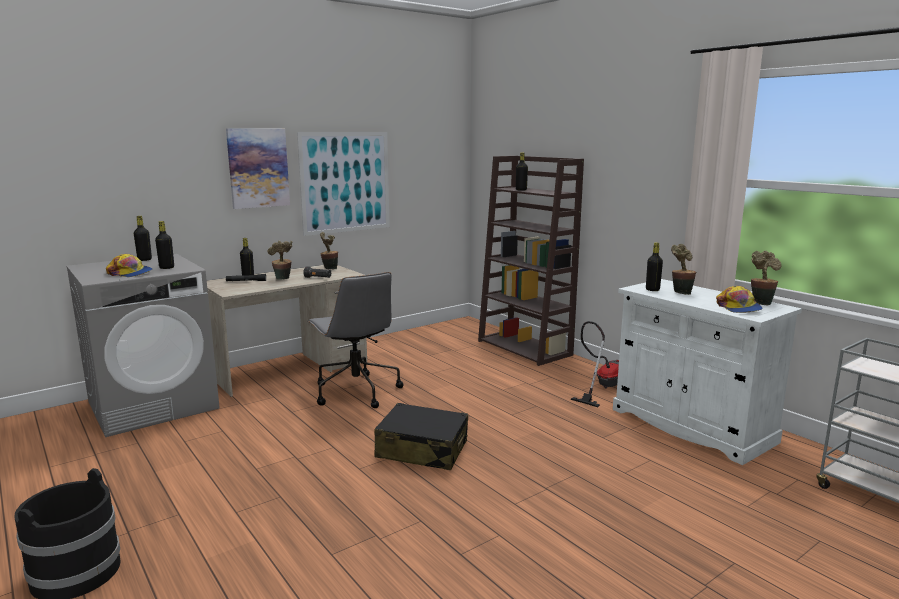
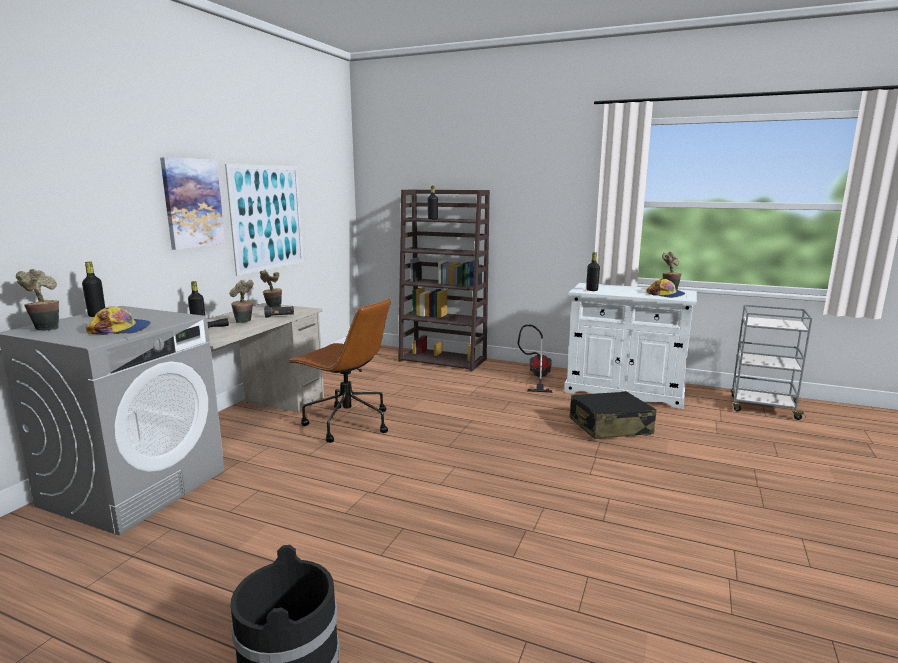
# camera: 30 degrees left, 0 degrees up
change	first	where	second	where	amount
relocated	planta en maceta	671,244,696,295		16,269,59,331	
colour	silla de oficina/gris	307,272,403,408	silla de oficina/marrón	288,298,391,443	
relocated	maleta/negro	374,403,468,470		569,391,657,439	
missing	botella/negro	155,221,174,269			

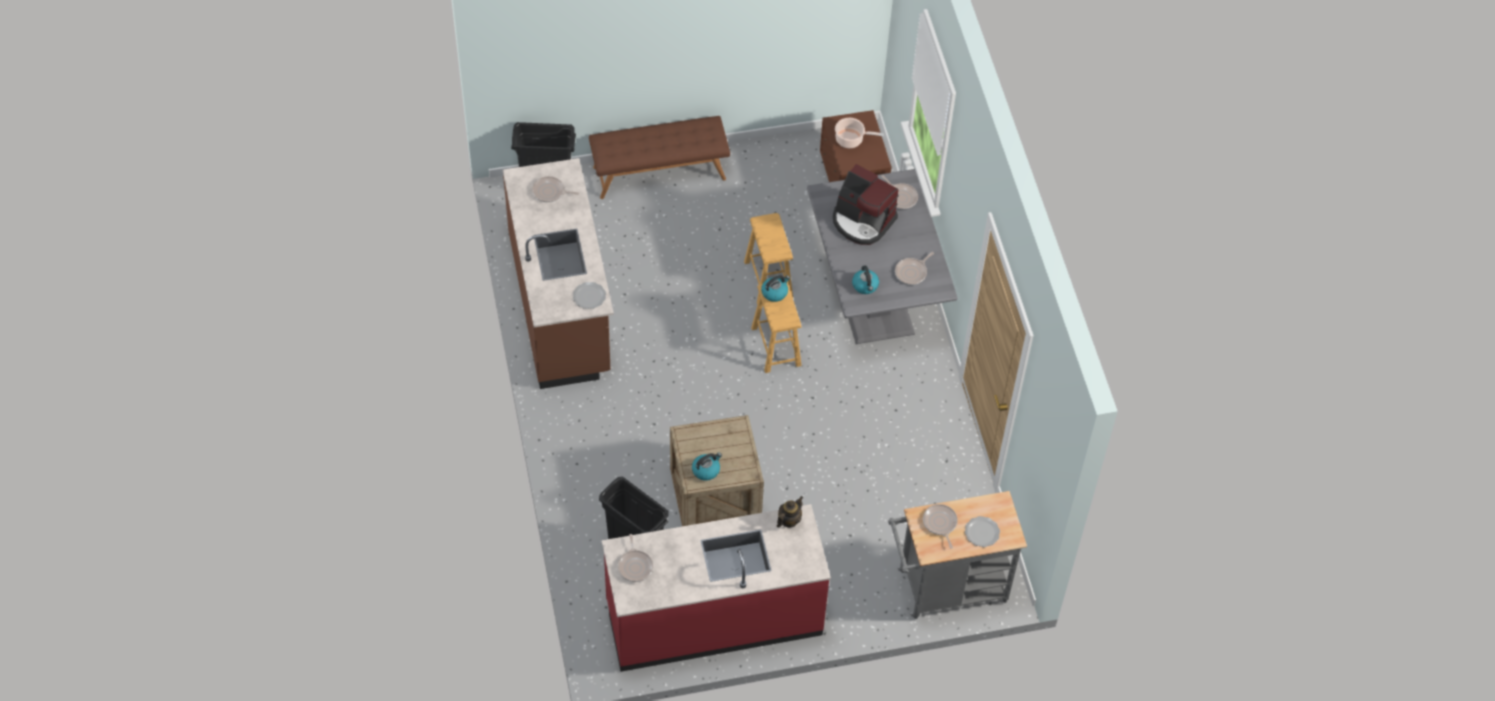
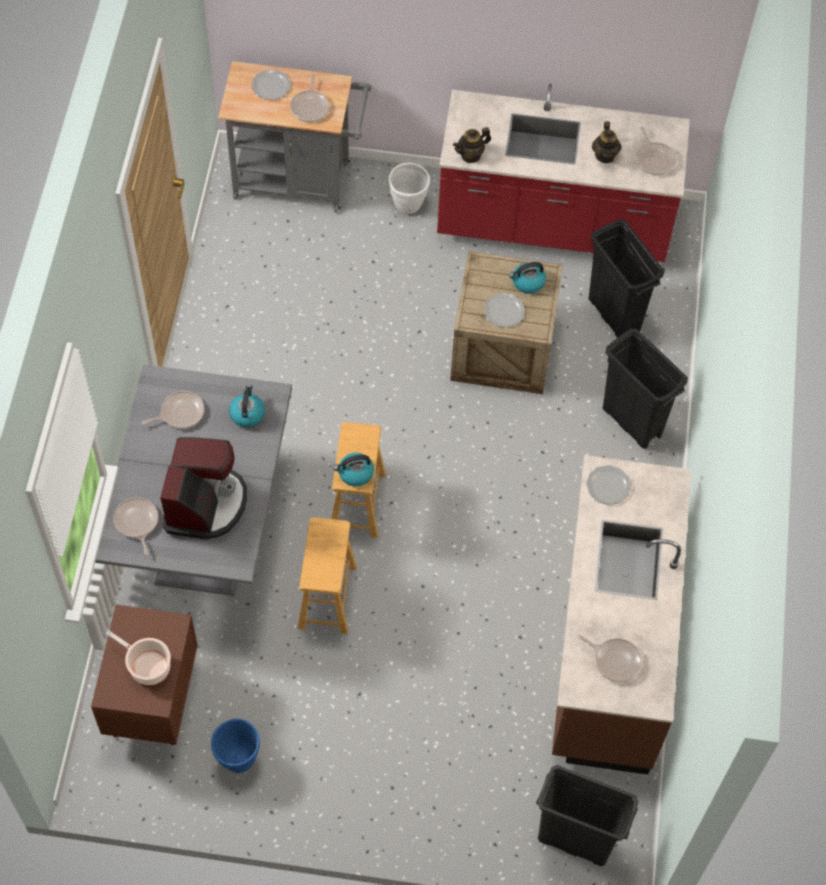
# camera: 160 degrees left, 5 degrees up
change	first	where	second	where	amount
spun	cafetera	833,164,899,245		160,437,247,539	45 degrees clockwise
appeared			maceta/azul	211,719,260,773	
appeared			maceta/blanco	389,163,430,214	
appeared			plato	484,293,525,328	
appeared			tetera	592,121,622,163	
appeared			papelera/negro	603,329,688,449	
spun	sartén	618,534,653,582		637,127,676,175	150 degrees clockwise
missing	banco/marrón	589,116,730,199			

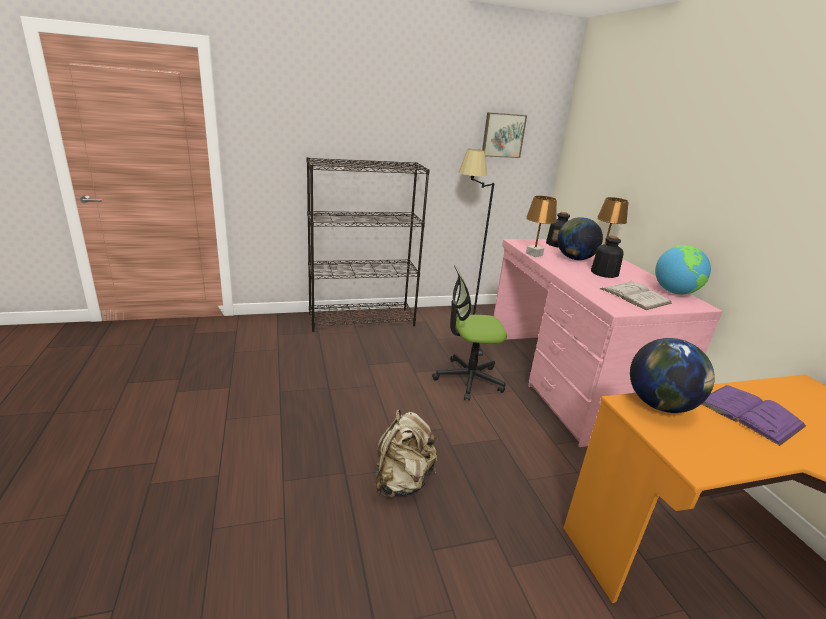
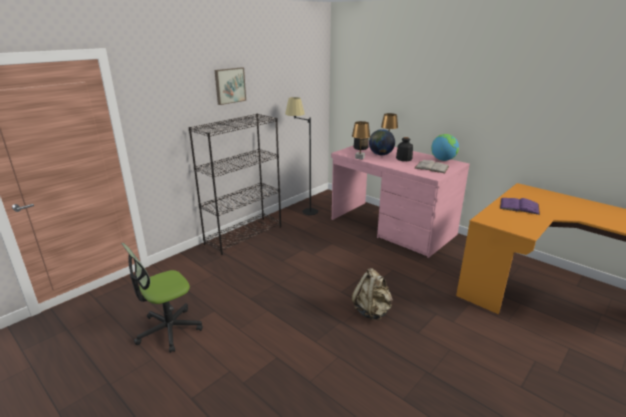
# camera: 30 degrees left, 0 degrees up
change	first	where	second	where	amount
relocated	silla de oficina	432,265,507,401		121,243,203,353	
relocated	cuadro	482,112,527,158		215,67,246,105	
missing	globo terráqueo	630,338,715,413			

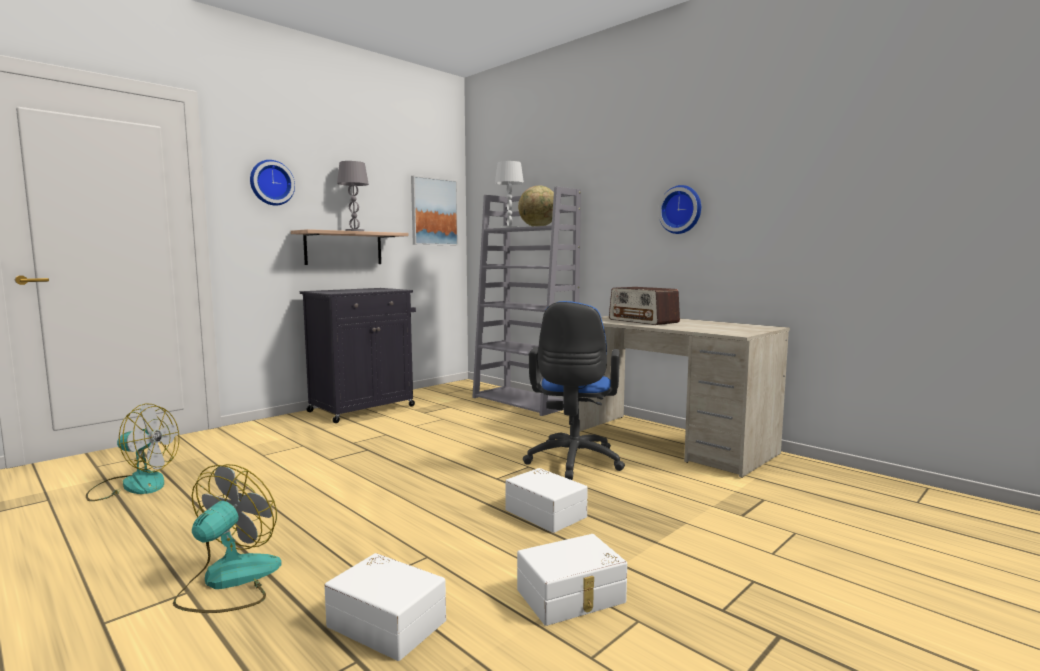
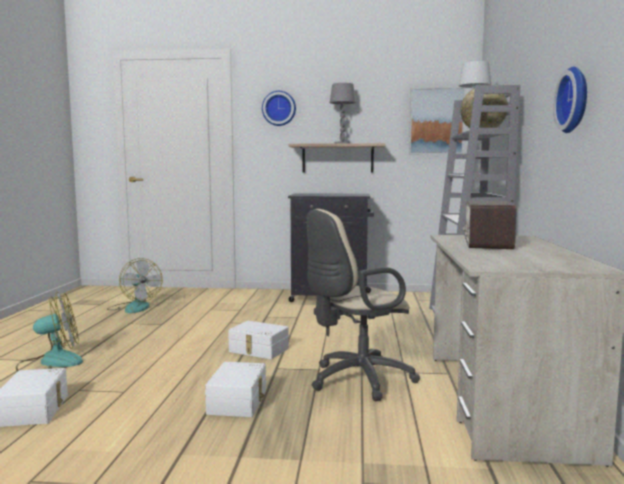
# camera: 50 degrees right, 0 degrees up
change	first	where	second	where	amount
relocated	caja de almacenaje/blanco	517,534,627,626		228,321,289,359	
colour	silla de oficina/azul	523,301,625,480	silla de oficina/beis	307,209,420,401	

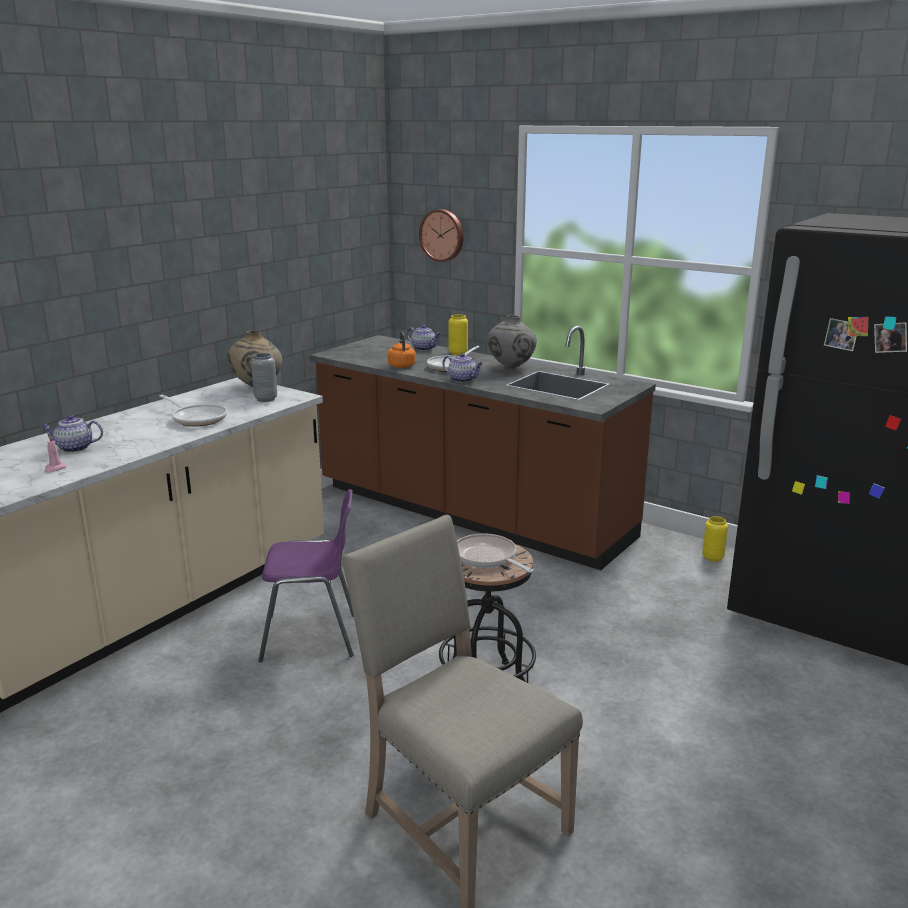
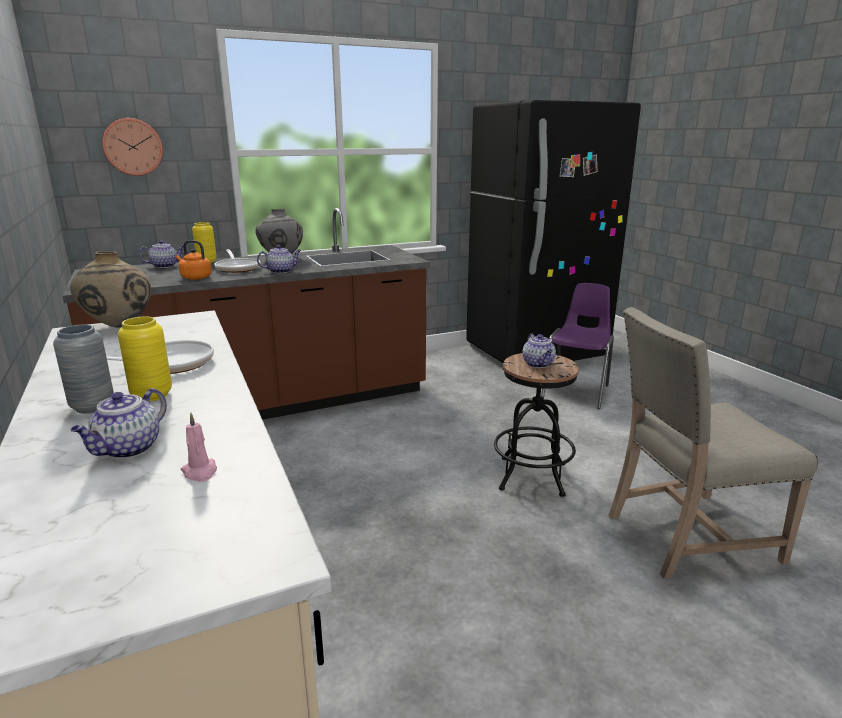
# camera: 60 degrees left, 0 degrees up
change	first	where	second	where	amount
relocated	florero/gris	251,353,277,402		53,325,114,413	
relocated	florero/amarillo	702,516,728,562		118,317,172,401	
exchanged	sartén	457,534,534,573	tetera	522,334,556,368	
relocated	silla/morado	258,489,354,662		541,283,614,409	

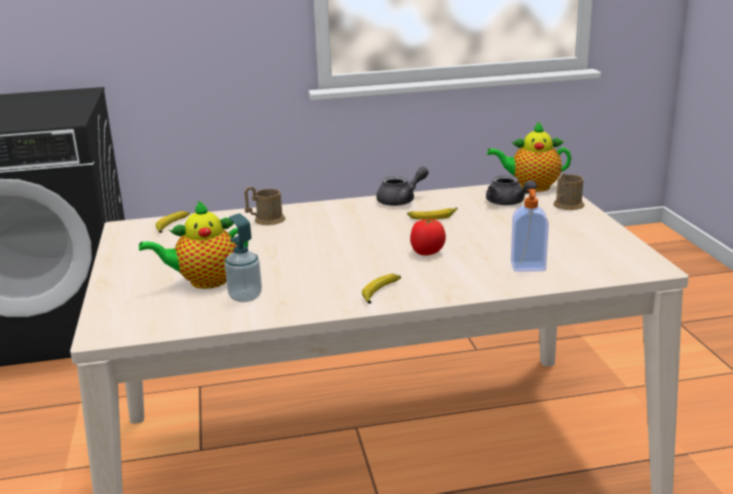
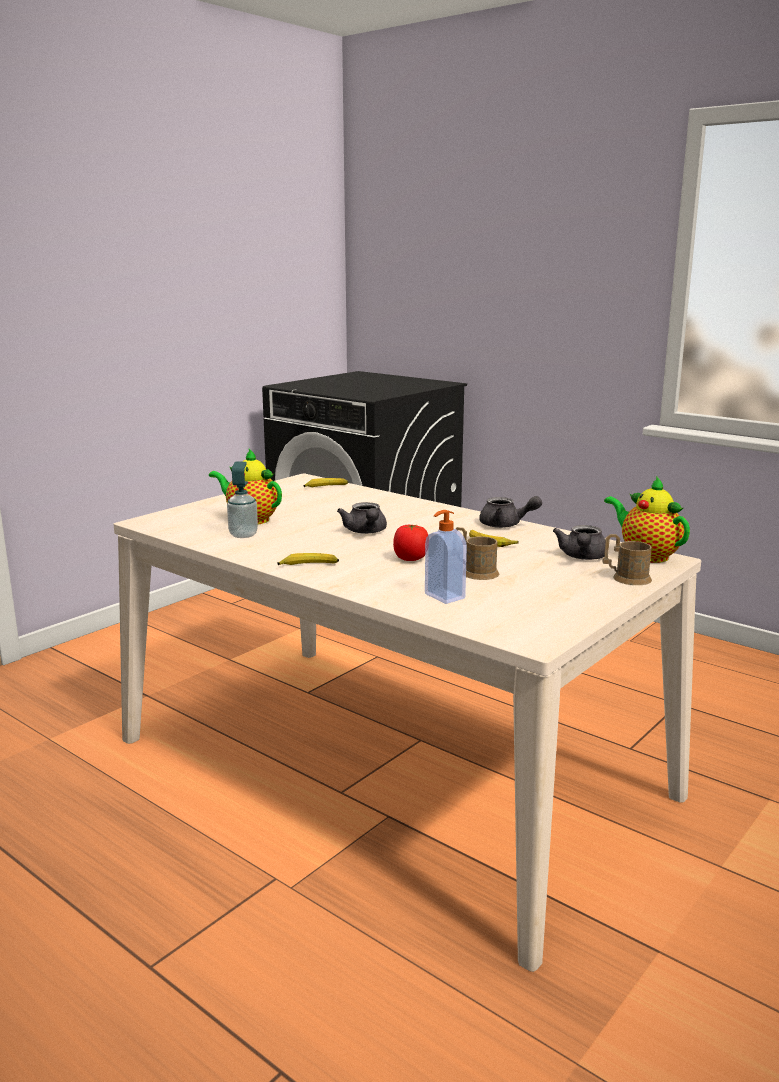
# camera: 50 degrees right, 5 degrees down
change	first	where	second	where	amount
appeared			tetera/gris	337,502,387,534	
relocated	taza grande/marrón	244,187,285,225		456,527,499,580	

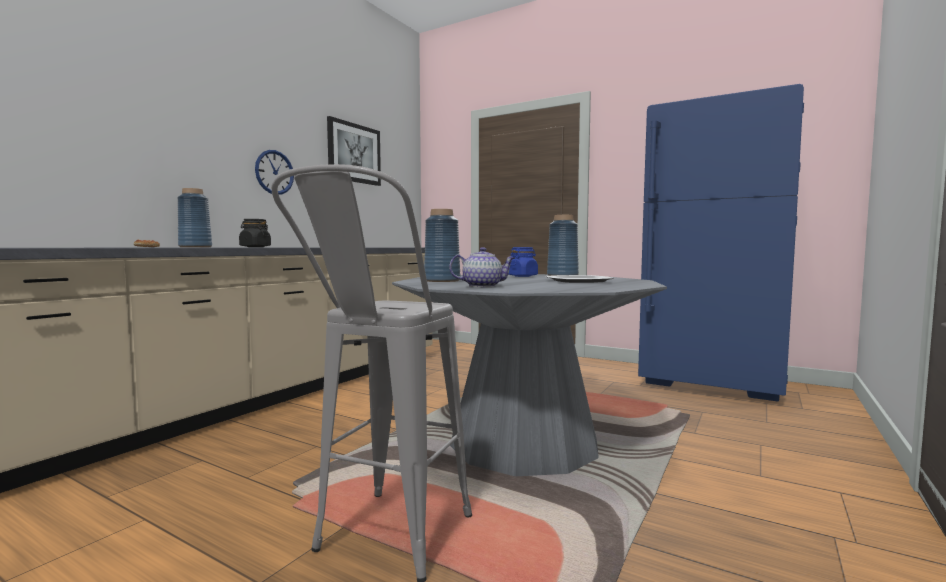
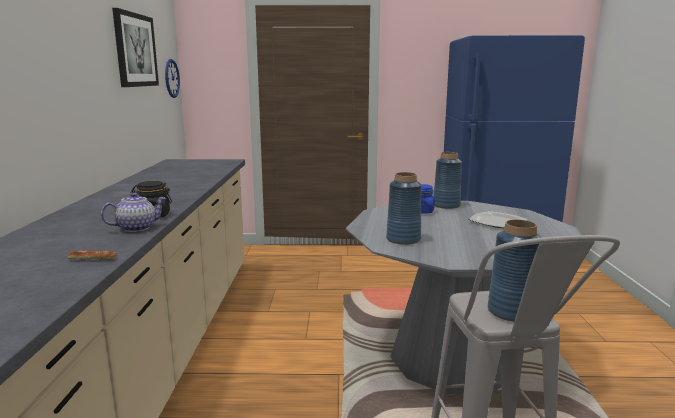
# camera: 30 degrees left, 10 degrees up
change	first	where	second	where	amount
relocated	tetera	449,247,515,287		101,192,166,232	
relocated	reloj de pared	255,150,294,195		165,59,180,98	
relocated	florero/azul	177,188,212,247		488,220,542,322	

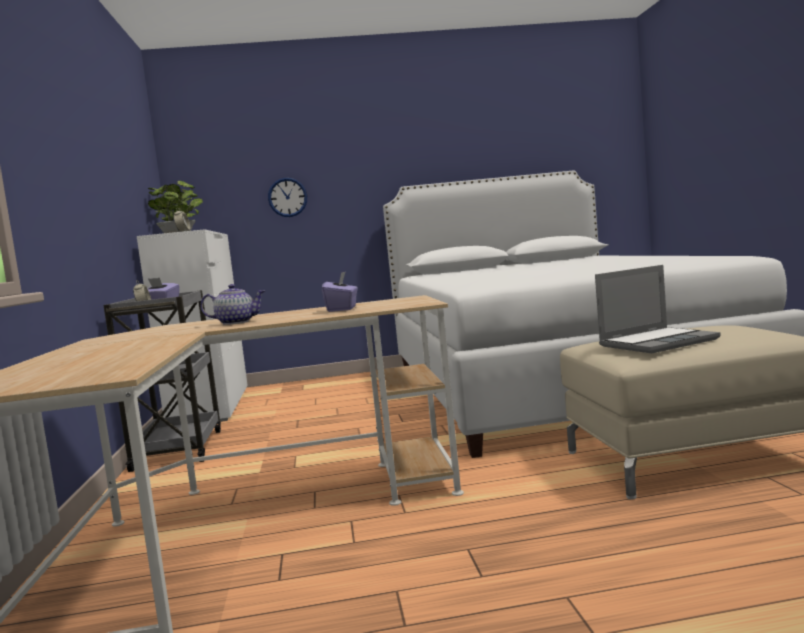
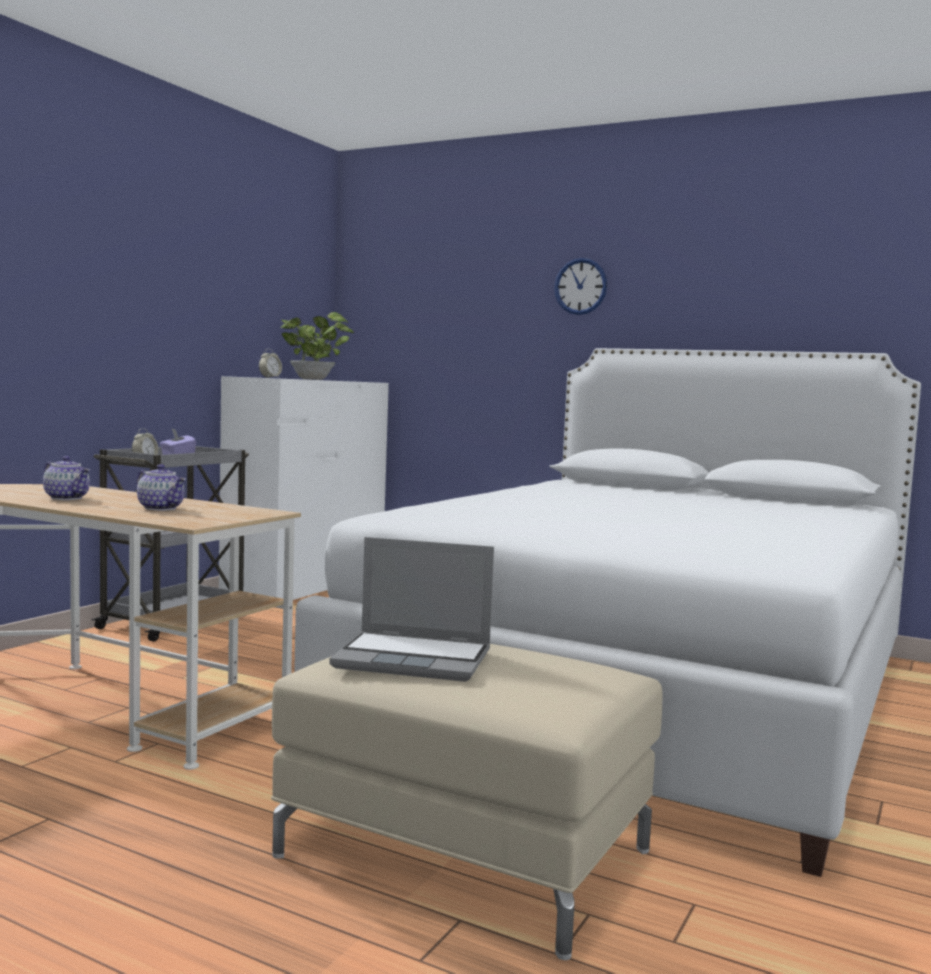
# camera: 35 degrees right, 0 degrees up
change	first	where	second	where	amount
exchanged	caja de pañuelos/morado	322,271,358,312	tetera	136,464,186,511	
relocated	reloj de pared	268,178,307,217		554,258,607,315	

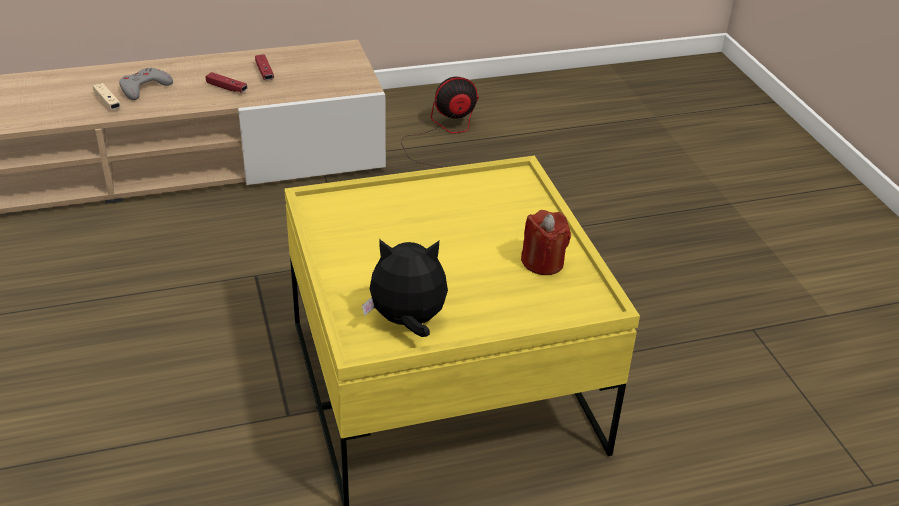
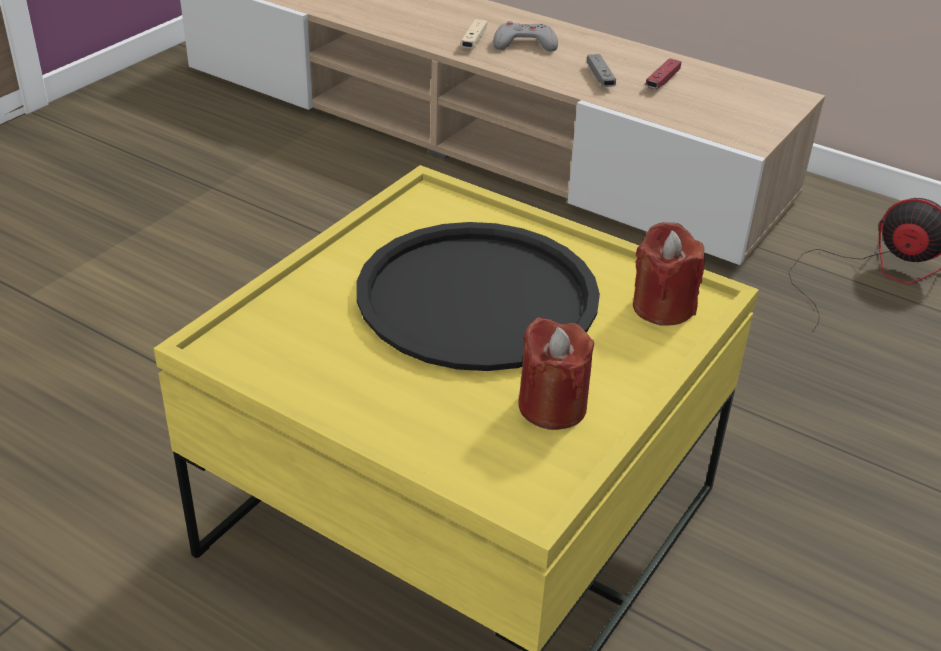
# camera: 50 degrees right, 0 degrees up
change	first	where	second	where	amount
appeared			bandeja/negro	356,222,600,371	
colour	mando de consola/rojo	205,72,247,93	mando de consola/gris	587,54,616,87	
appeared			vela/rojo	633,222,705,326	
missing	peluche	362,239,448,337			

